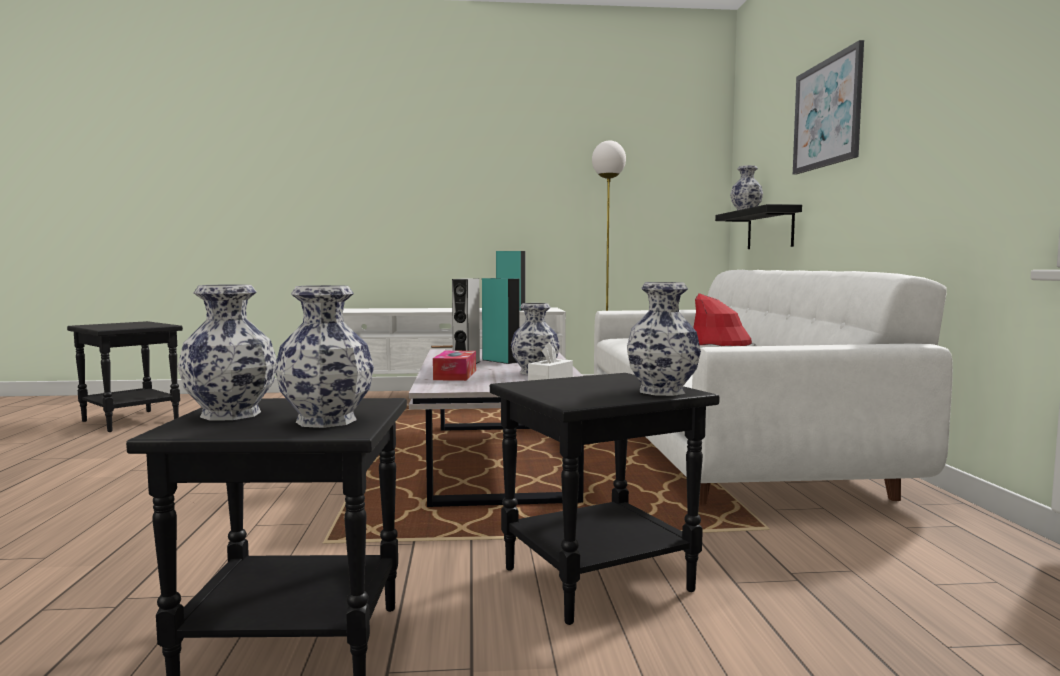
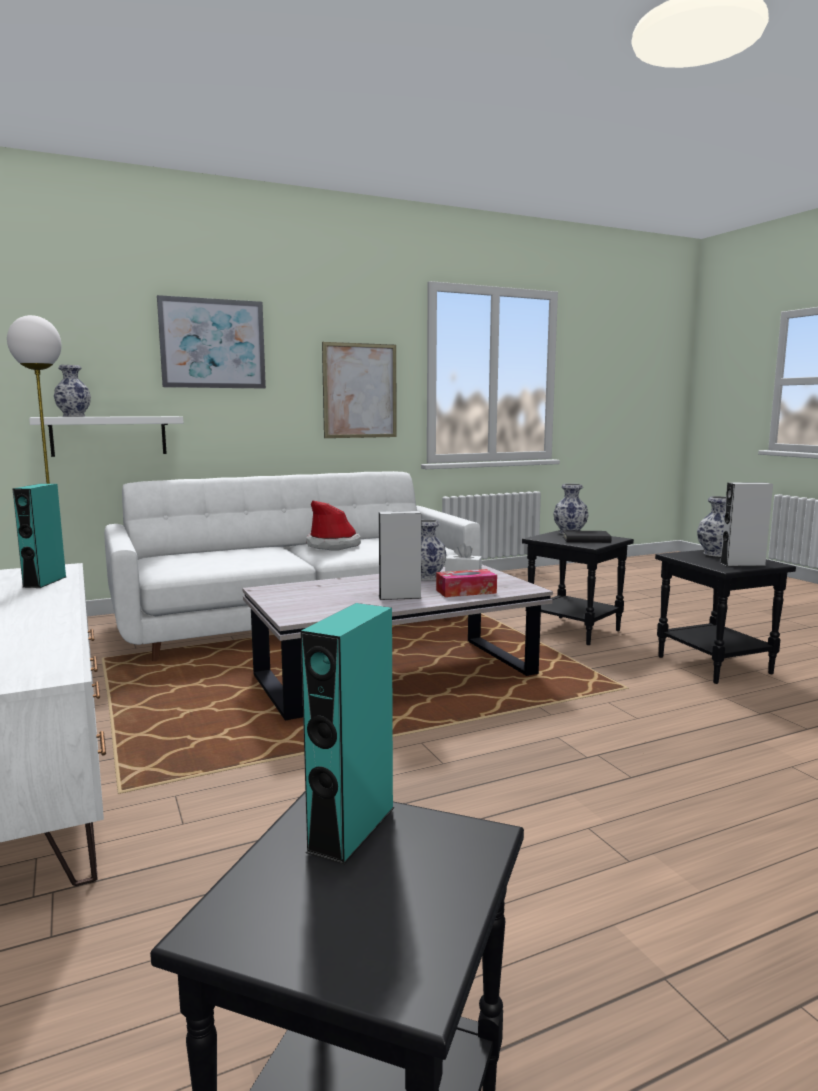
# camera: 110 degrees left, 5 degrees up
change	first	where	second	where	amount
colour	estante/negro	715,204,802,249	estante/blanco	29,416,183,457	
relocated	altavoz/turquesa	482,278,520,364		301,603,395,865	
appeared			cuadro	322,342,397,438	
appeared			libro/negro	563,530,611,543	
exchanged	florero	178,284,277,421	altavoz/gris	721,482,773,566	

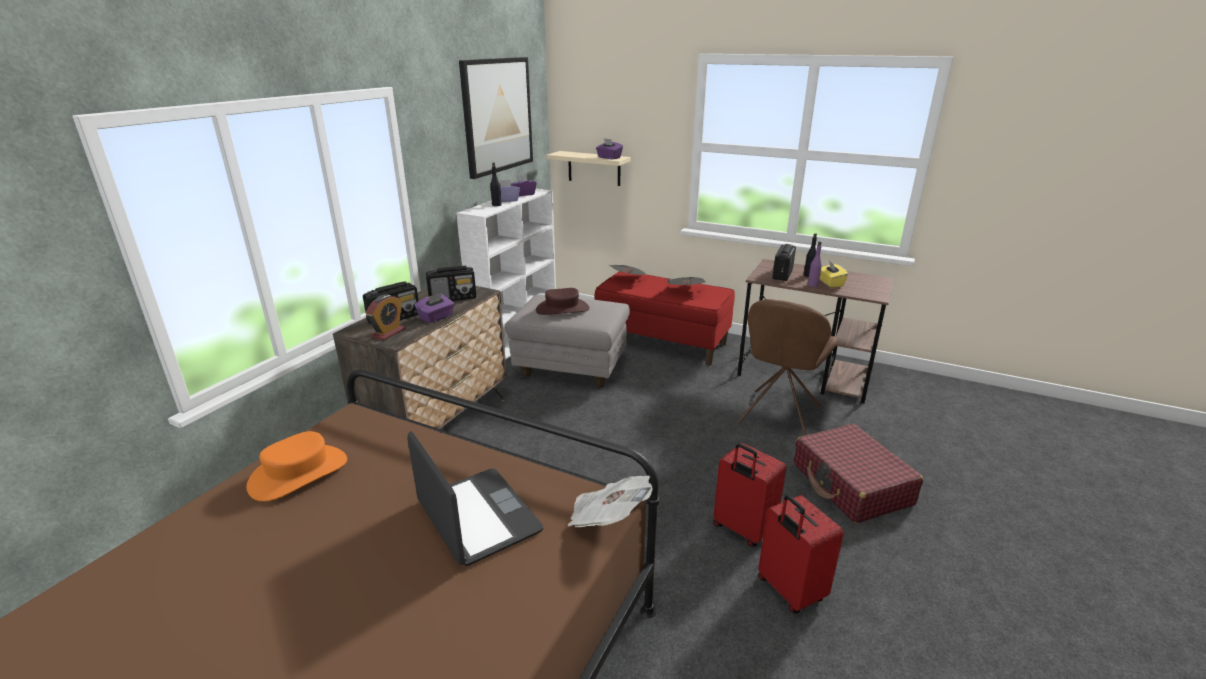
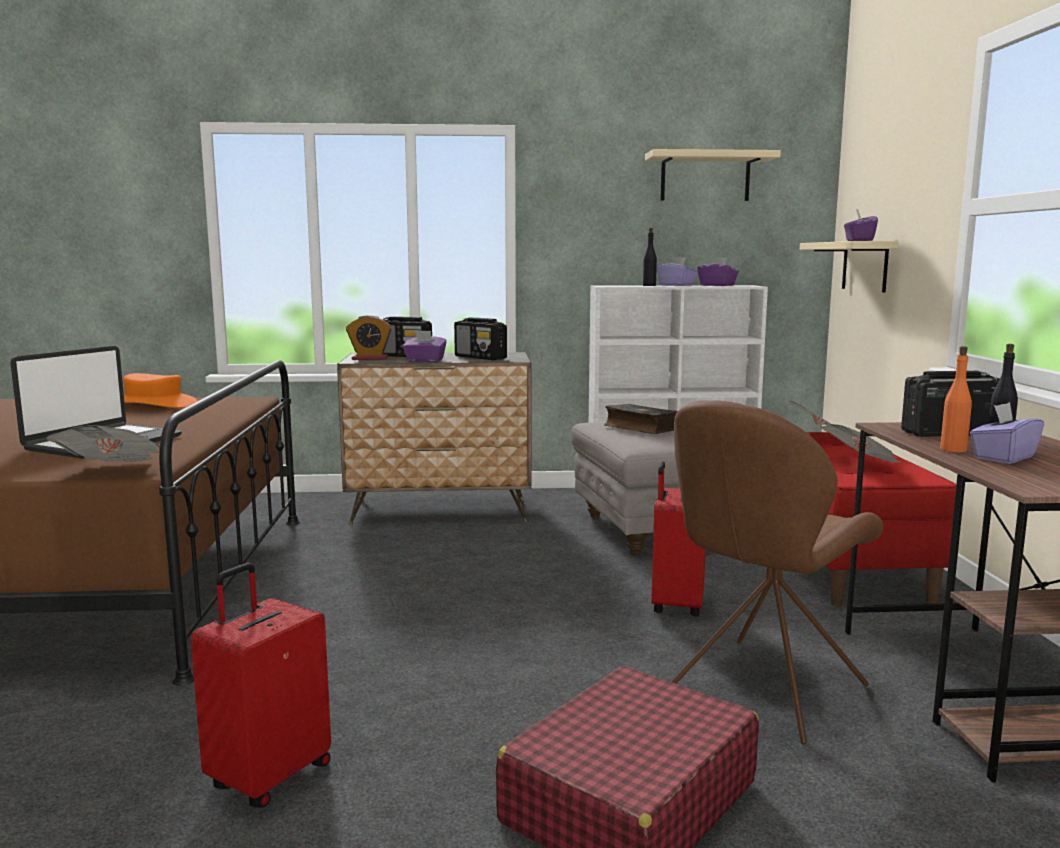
# camera: 60 degrees right, 15 degrees down
change	first	where	second	where	amount
exchanged	sombrero/marrón	536,288,589,315	libro	604,404,678,434	
exchanged	cuadro	459,57,533,179	estante/beis	645,149,781,201	
relocated	maleta/rojo	713,443,786,547		651,461,706,616	
spun	silla/marrón	737,299,838,436		671,400,883,744	45 degrees counterclockwise
colour	botella/morado	808,241,822,287	botella/naranja	940,346,972,453	
colour	caja de pañuelos/amarillo	820,261,848,287	caja de pañuelos/morado	970,402,1044,464	

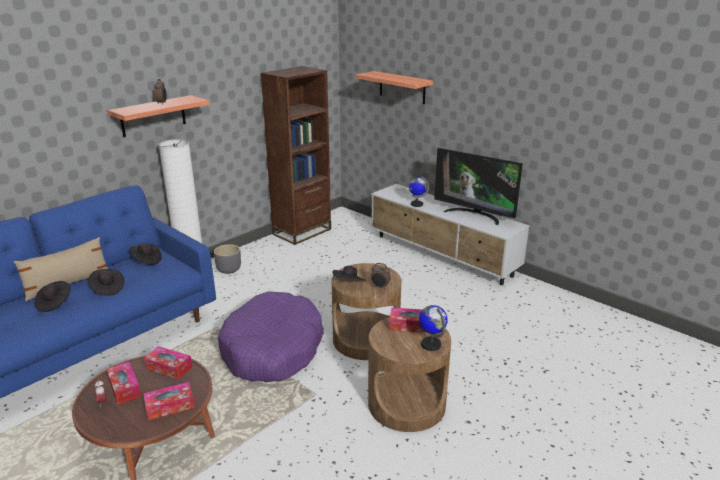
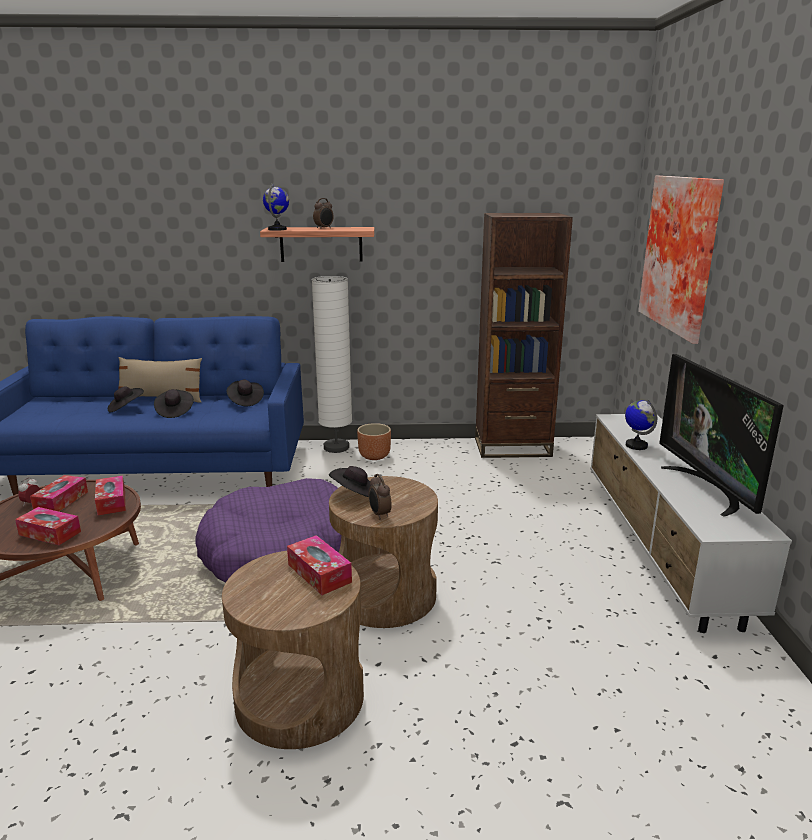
# camera: 45 degrees right, 5 degrees down
change	first	where	second	where	amount
relocated	globo terráqueo	419,305,448,351		263,184,289,231	
colour	maceta/gris	214,244,241,274	maceta/marrón	357,423,391,460	
exchanged	estante	356,71,433,104	cuadro	638,175,724,344	

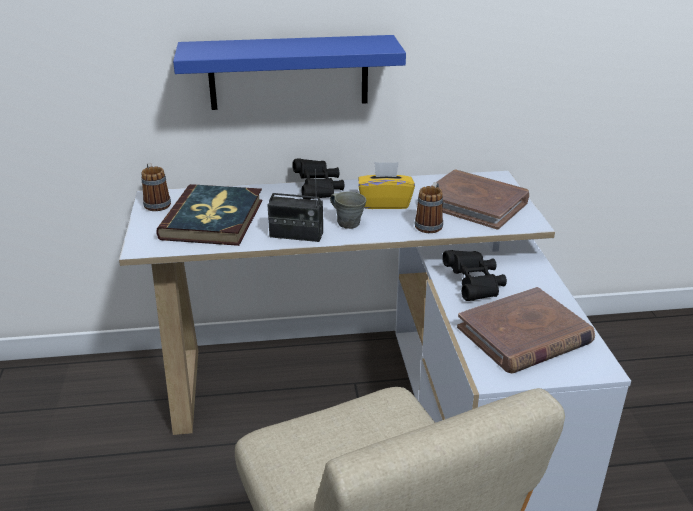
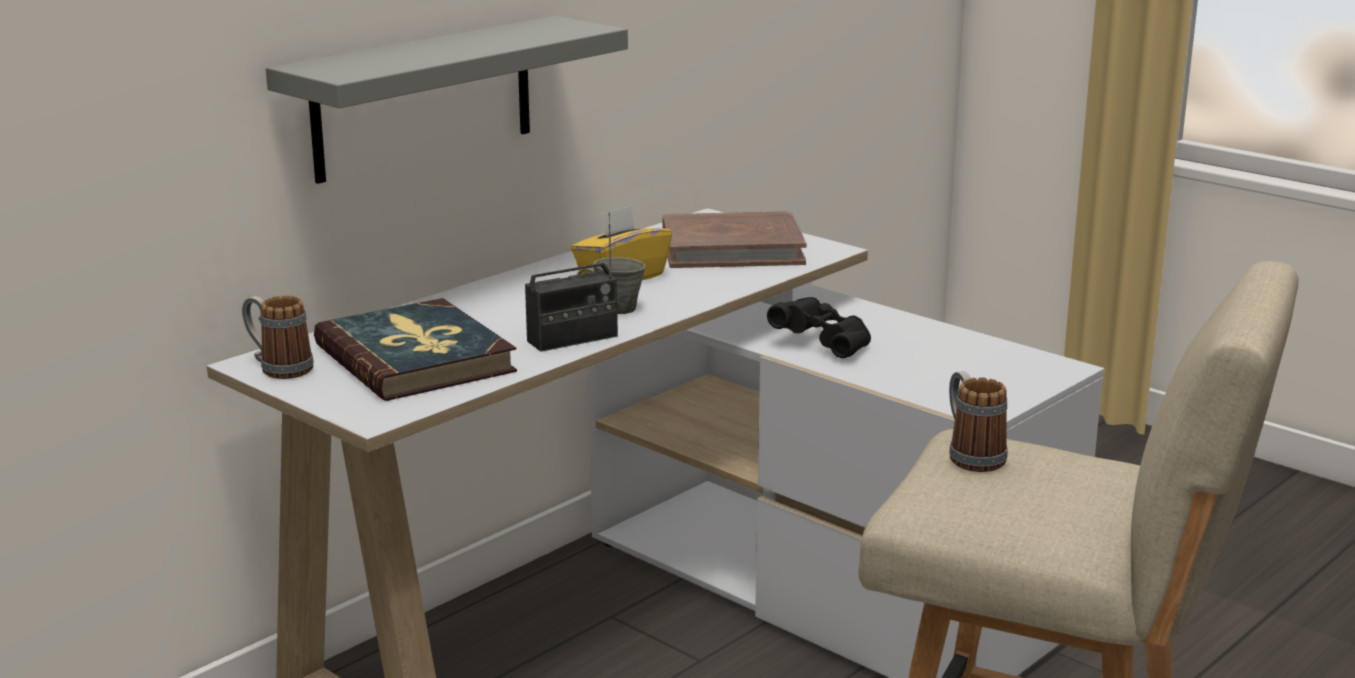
# camera: 40 degrees left, 10 degrees down
change	first	where	second	where	amount
colour	estante/azul	173,35,406,110	estante/gris	266,16,628,184	
relocated	taza grande	414,182,443,233		949,371,1007,472	
missing	prismáticos/negro	293,158,344,199			
missing	libro/marrón	457,287,595,373			

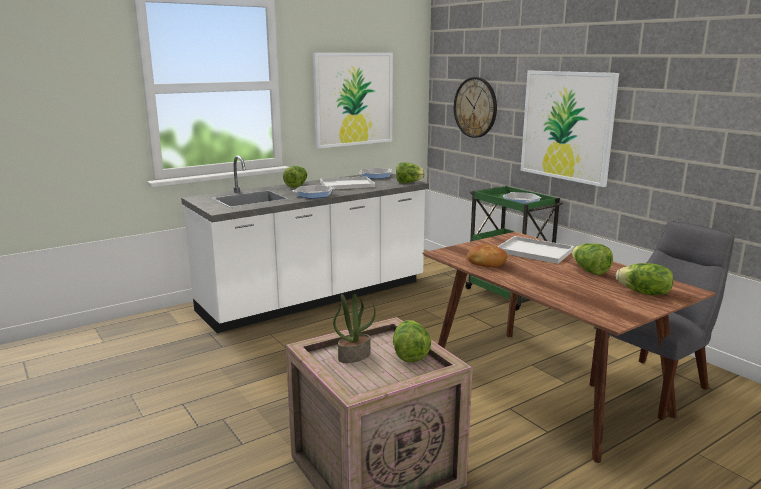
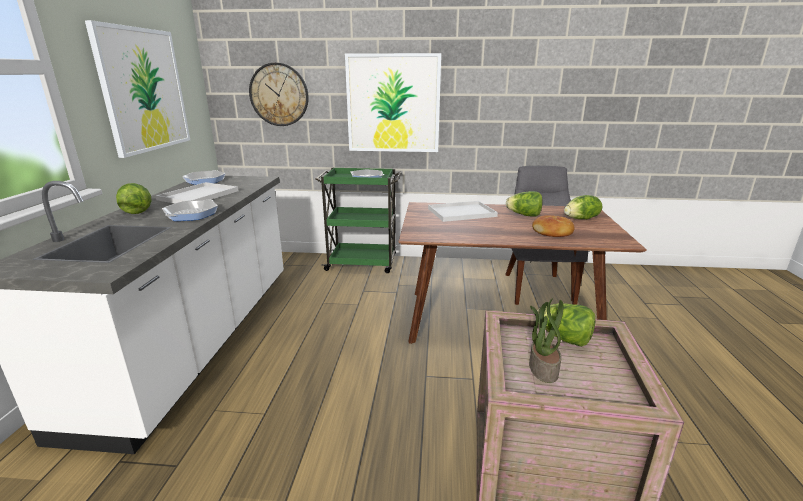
# camera: 50 degrees left, 5 degrees up
change	first	where	second	where	amount
relocated	pan	467,244,508,267		532,215,575,237	
missing	lechuga	396,162,425,183			

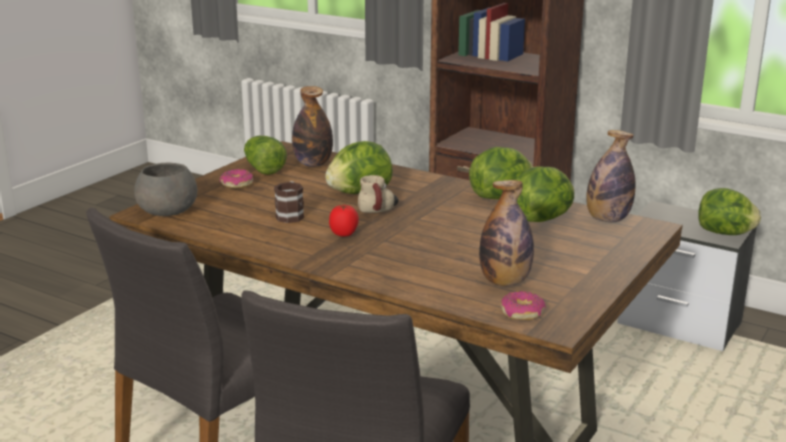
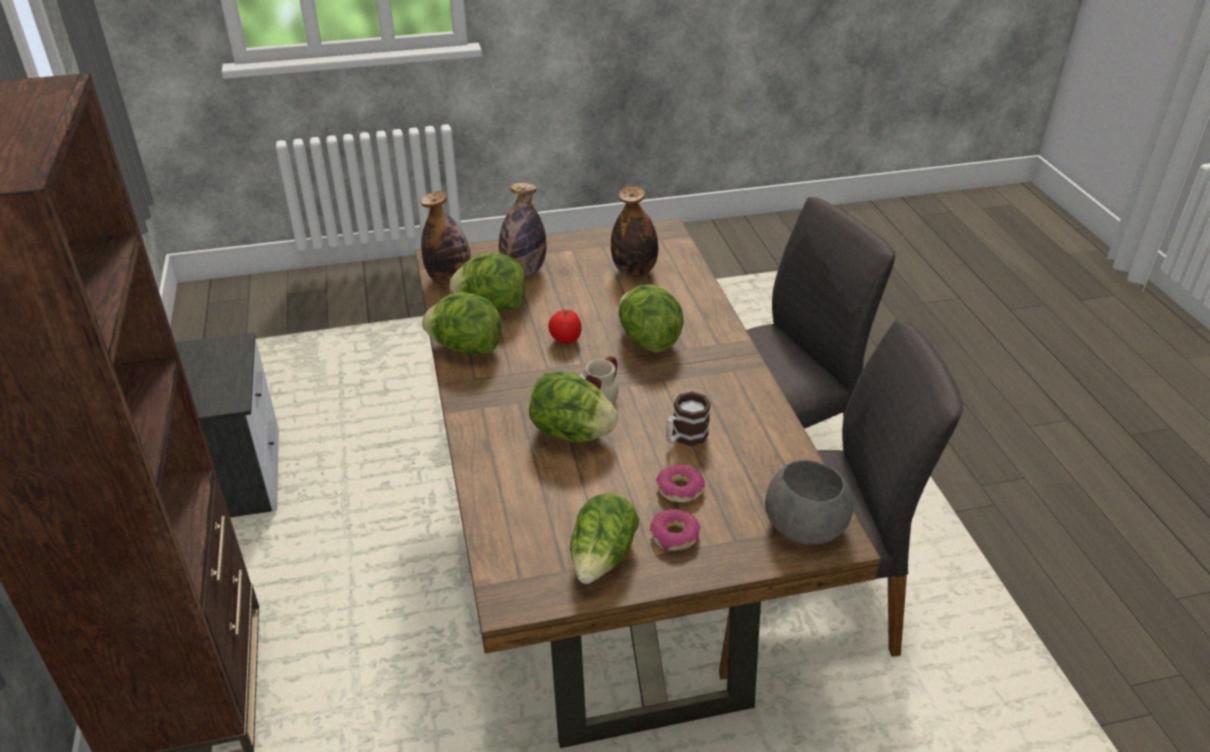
# camera: 135 degrees left, 15 degrees up
change	first	where	second	where	amount
relocated	botella	292,86,333,167		499,183,546,276	
relocated	tomate	329,205,359,237		548,310,582,344	
relocated	lechuga	698,188,761,235		619,284,684,353	
relocated	rosquilla	501,291,546,320		656,464,705,503	

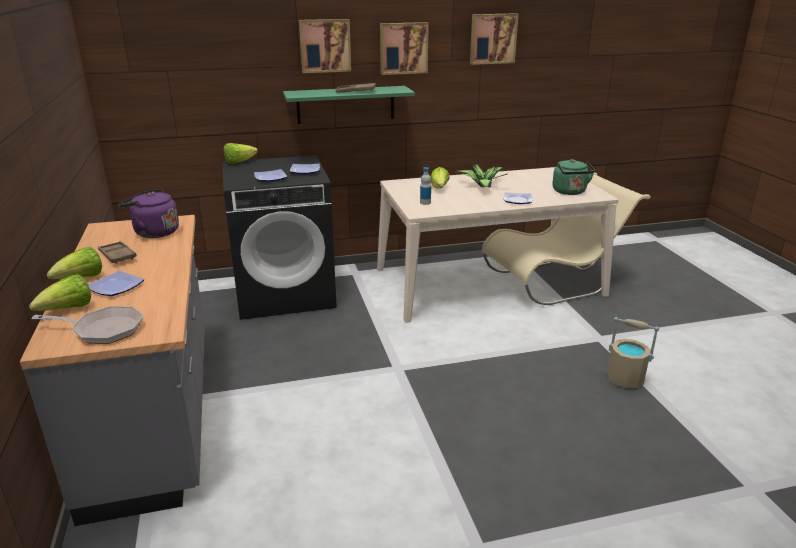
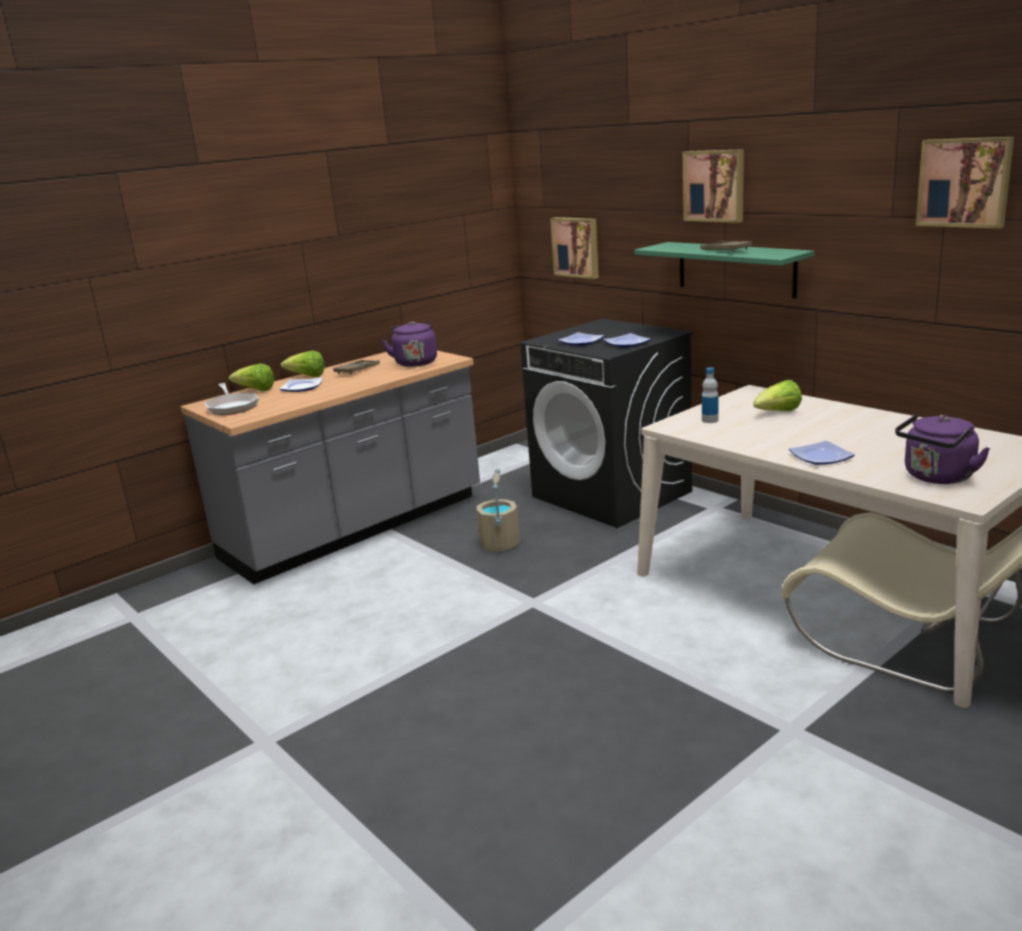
# camera: 65 degrees right, 5 degrees down
change	first	where	second	where	amount
relocated	cubo/beis	607,317,659,388		477,469,520,551	
relocated	cuadro	380,22,429,75		550,217,599,279	
colour	hervidor/verde	552,159,595,195	hervidor/morado	895,414,990,484	
missing	lechuga	223,143,258,164			
missing	planta en maceta	455,164,508,188			

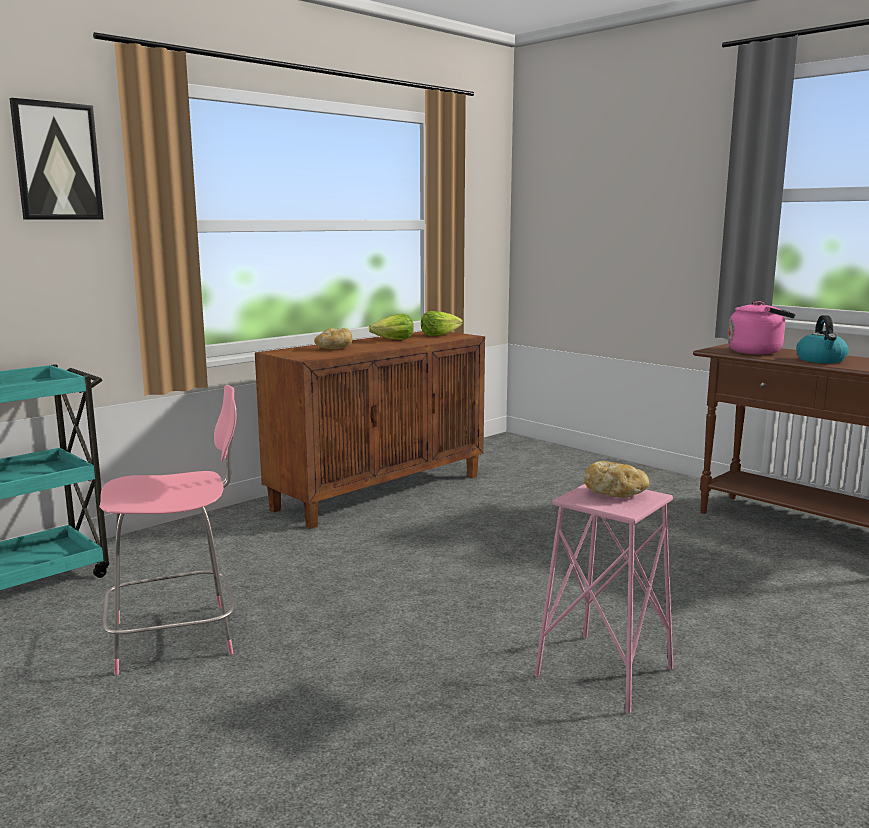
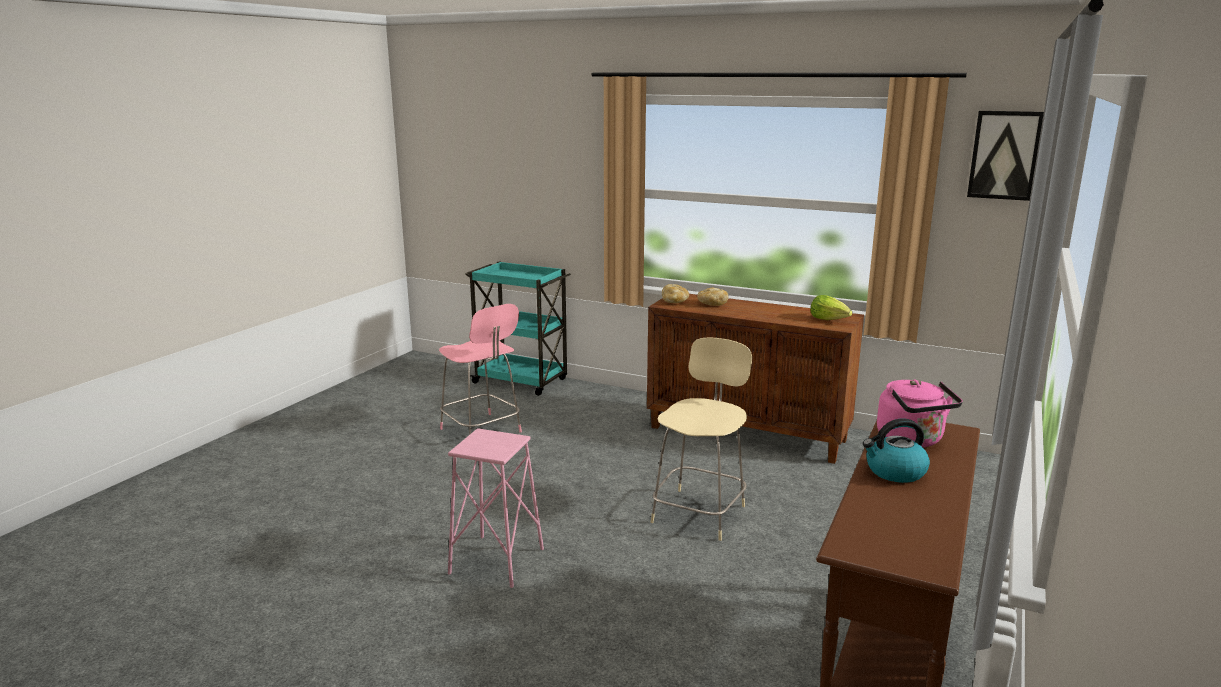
# camera: 70 degrees right, 5 degrees up
change	first	where	second	where	amount
appeared			silla/beis	651,338,752,541	
relocated	pan	584,461,649,498		662,284,689,303	
relocated	cuadro	9,98,104,220		967,111,1044,201	
missing	lechuga	369,314,414,340			

